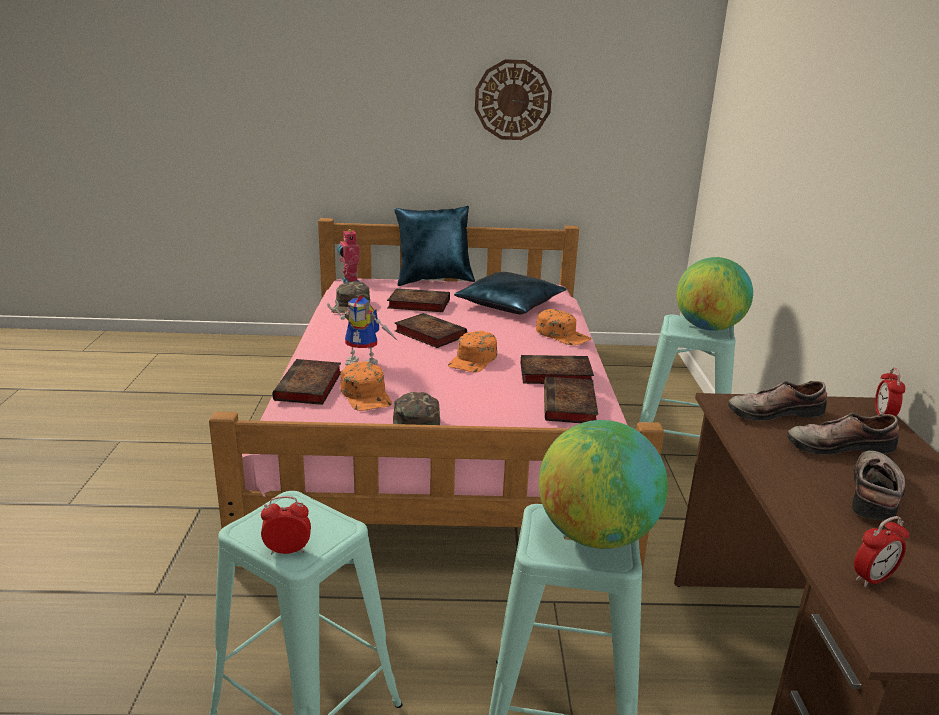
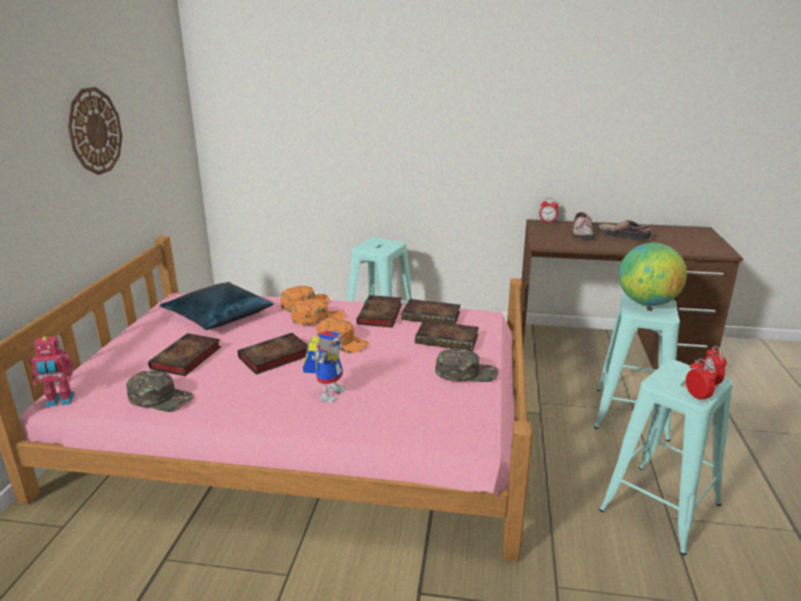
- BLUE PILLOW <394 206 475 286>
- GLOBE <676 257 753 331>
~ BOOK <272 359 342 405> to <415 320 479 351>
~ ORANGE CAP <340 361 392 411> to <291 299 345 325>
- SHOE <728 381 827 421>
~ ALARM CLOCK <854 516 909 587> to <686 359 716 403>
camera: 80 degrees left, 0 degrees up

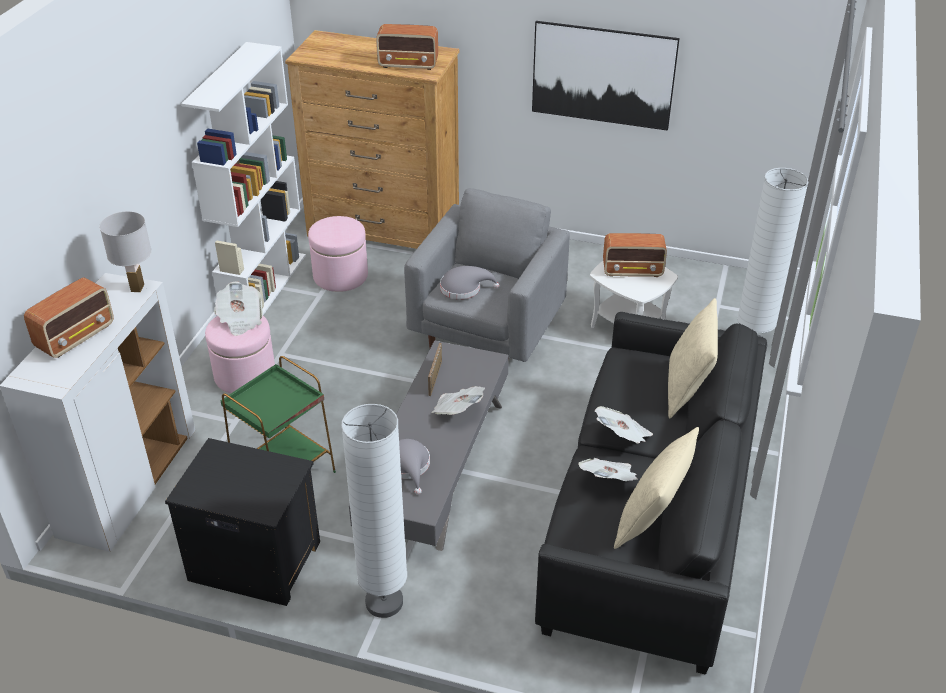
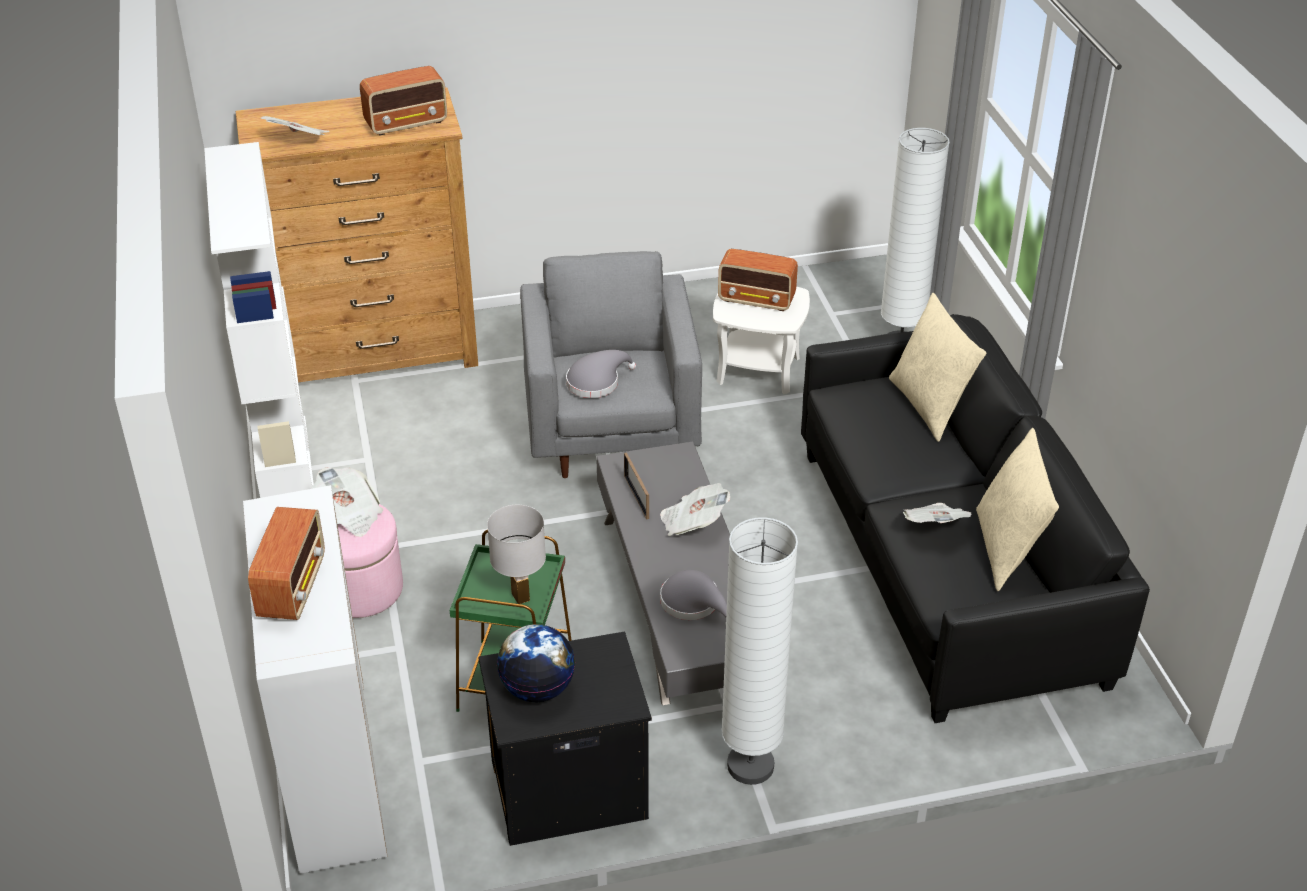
- PICTURE <532 21 680 131>
~ WHITE TABLE LAMP <99 211 152 292> to <487 505 546 604>
- PINK OTTOMAN <308 216 368 292>
~ RADIO <603 233 667 277> = <718 249 798 311> 45 degrees clockwise
~ NEWSPAPER <595 406 653 443> to <261 116 330 135>
+ GLOBE <497 624 575 702>
camera: 30 degrees left, 0 degrees up

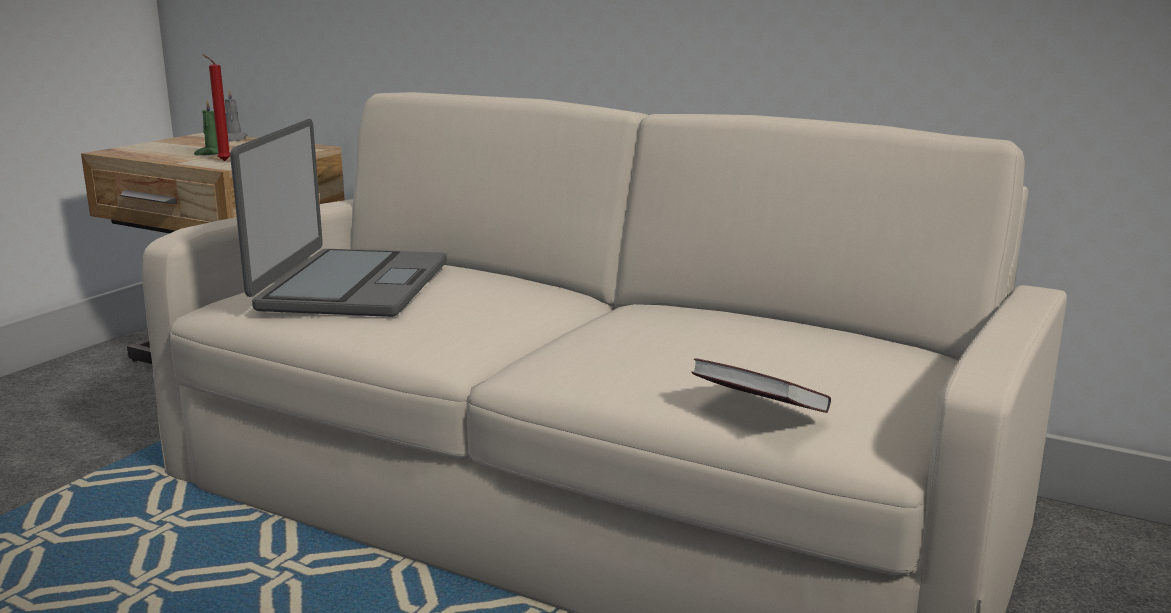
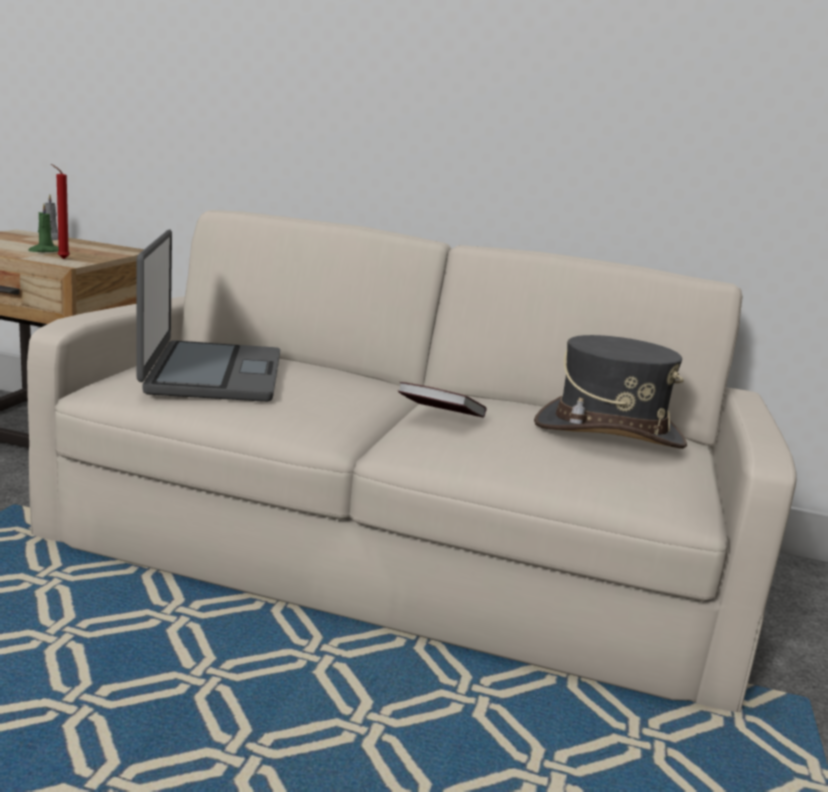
~ BOOK <692 359 831 413> to <398 382 486 418>
+ GREY HAT <534 335 687 449>
camera: 15 degrees left, 0 degrees up

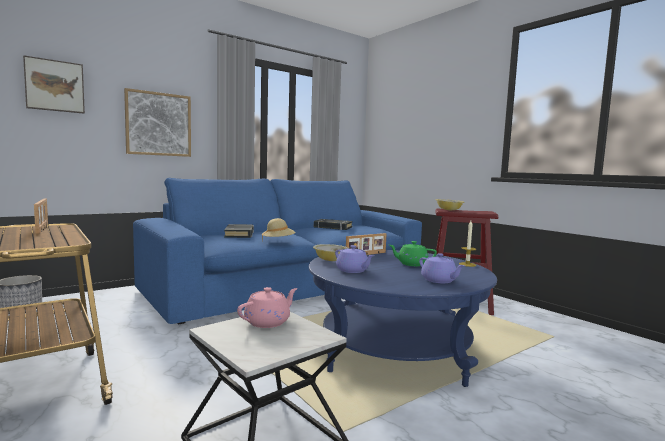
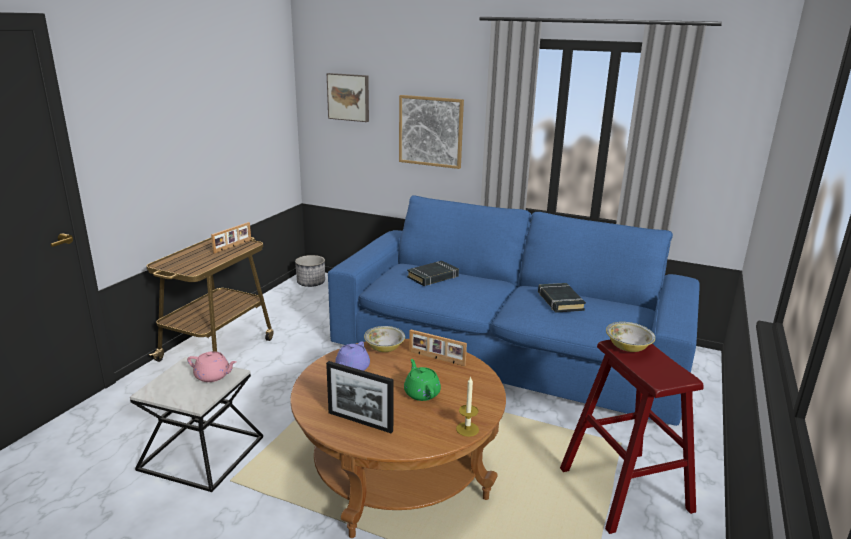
- BEIGE HAT <262 218 296 242>
~ BLUE COFFEE TABLE <309 250 497 387> to BROWN COFFEE TABLE <290 339 506 538>
~ PURPLE TEAPOT <419 253 465 283> to PICTURE FRAME <326 361 393 433>
camera: 60 degrees right, 15 degrees up

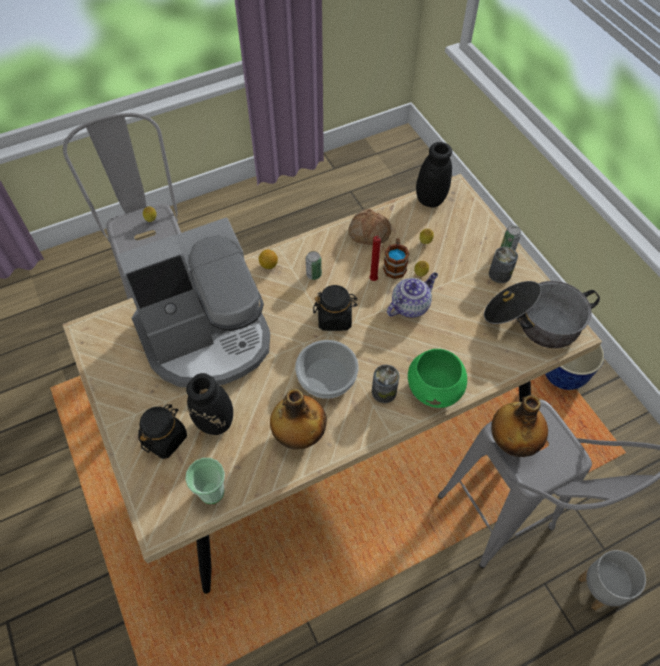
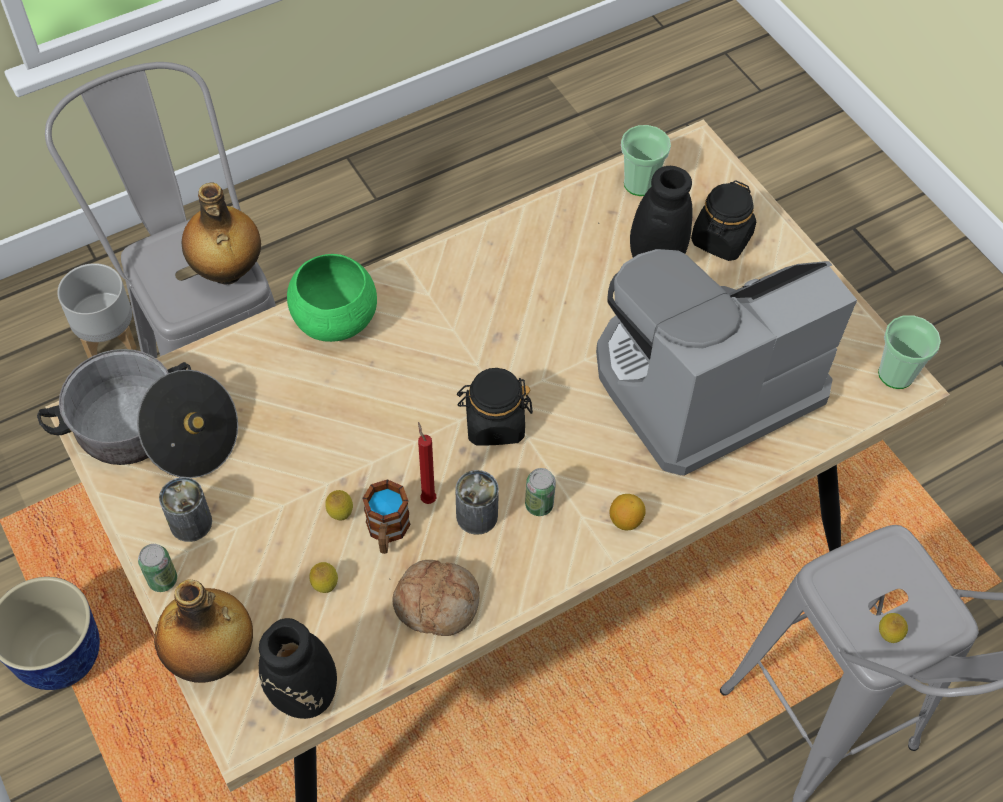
- TEAPOT <387 272 438 318>
- BOWL <295 340 358 399>
~ CAN <372 365 399 403> to <455 470 499 535>
~ BOTTLE <270 389 327 450> to <154 579 253 683>
+ CUP <878 315 941 389>
camera: 175 degrees right, 0 degrees up

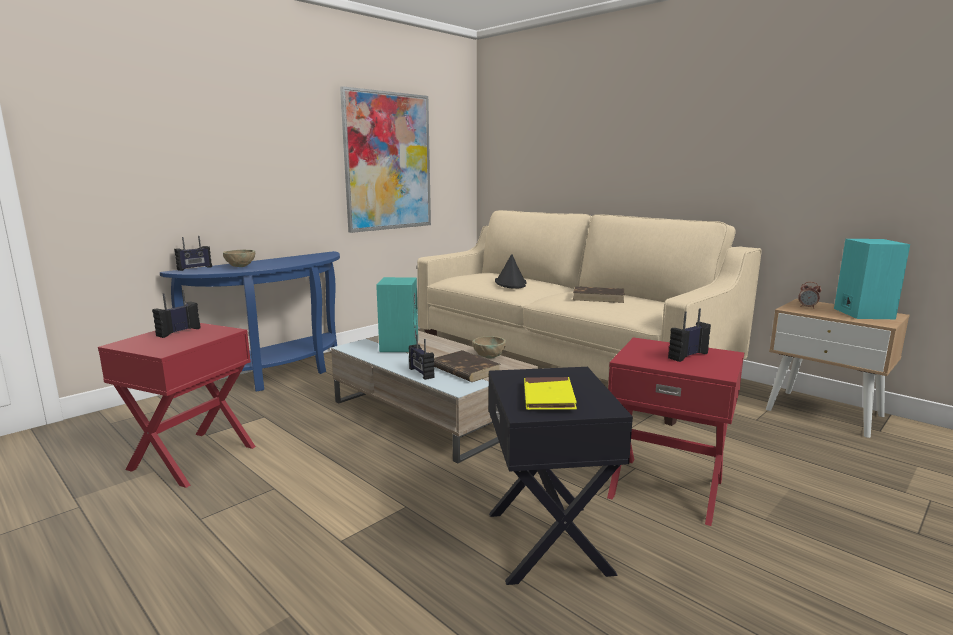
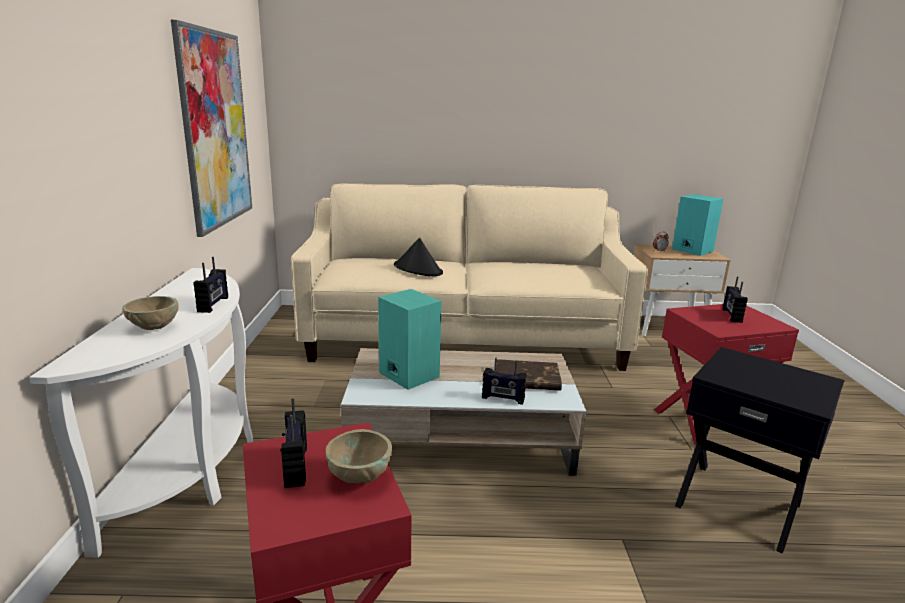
~ RADIO <174 236 212 271> to <193 257 228 313>
~ BLUE CONSOLE TABLE <160 251 340 392> to WHITE CONSOLE TABLE <29 268 253 558>
- BROWN BOOK <573 286 624 303>
~ BEIGE BOWL <473 336 506 359> to <326 429 392 483>
- YELLOW BOOK <524 377 577 410>
camera: 45 degrees left, 5 degrees up

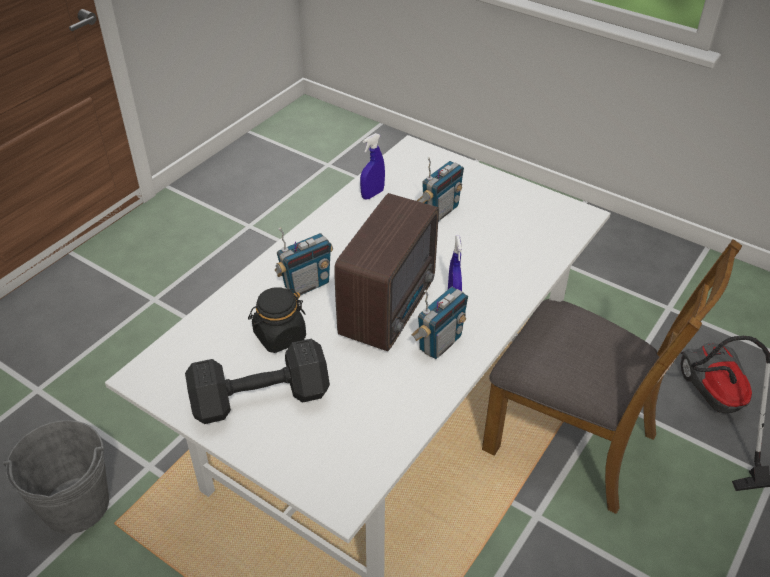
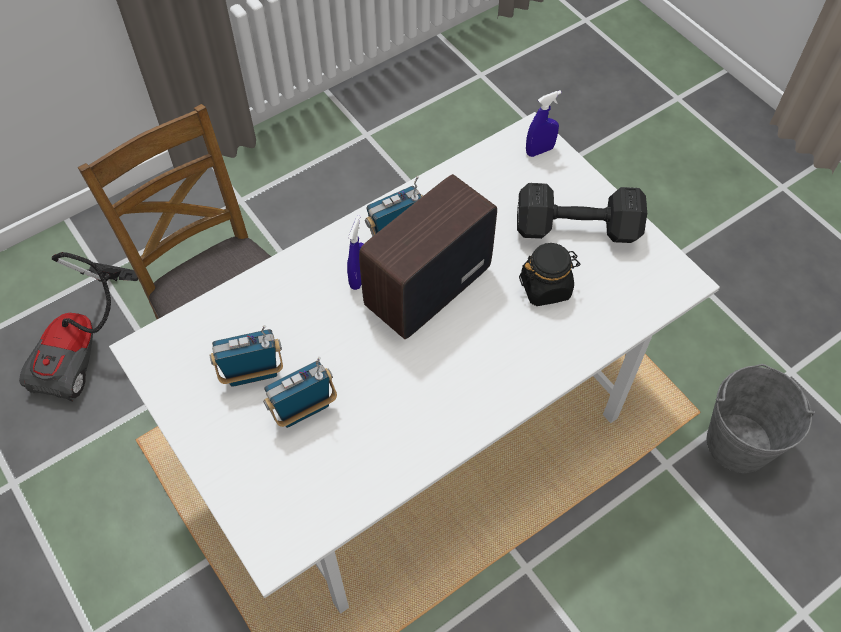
~ BLUE SPRAY BOTTLE <360 133 385 200> to <526 90 562 157>
~ RADIO <275 228 333 296> to <210 325 283 387>
camera: 160 degrees left, 15 degrees up

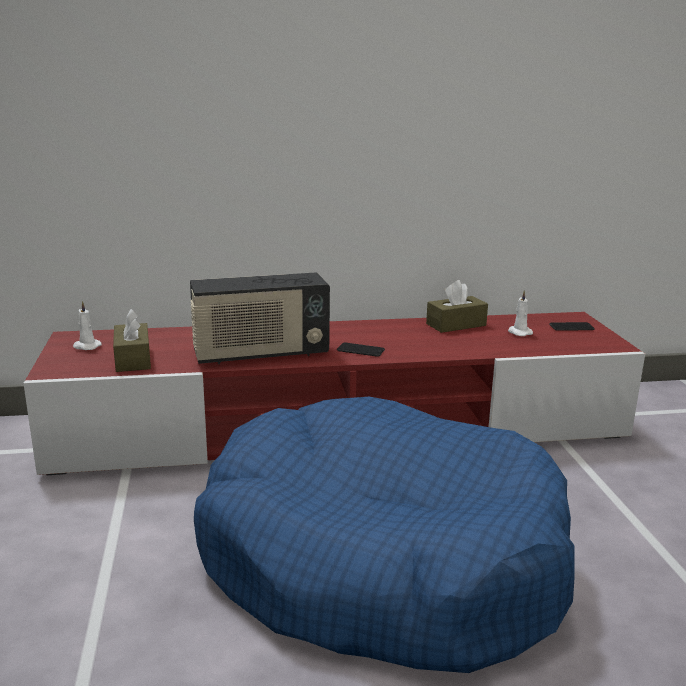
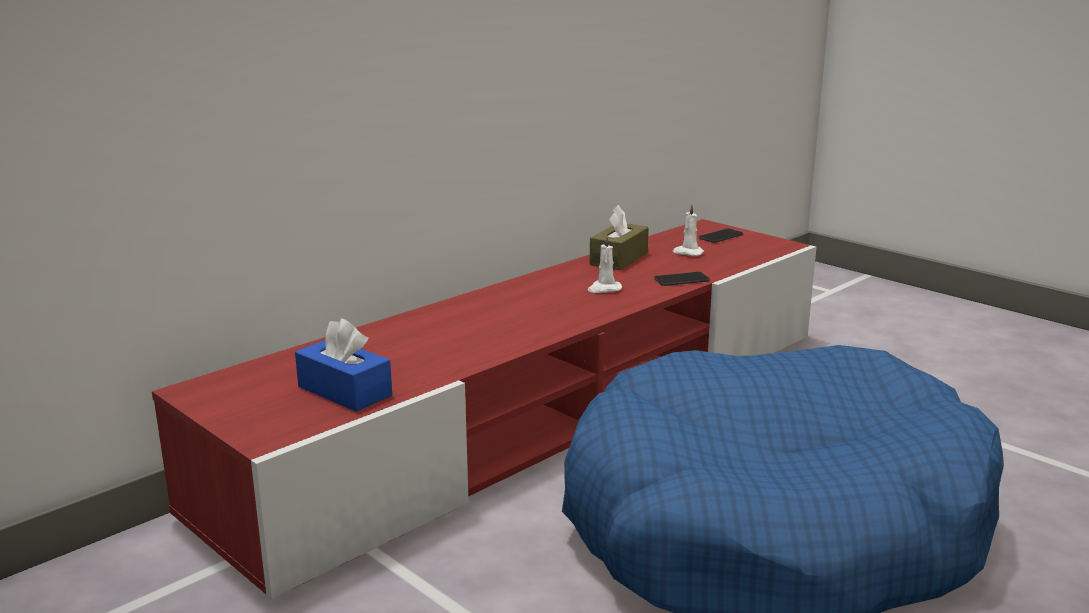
- RADIO <190 272 330 364>
~ WHITE CANDLE <73 301 102 350> to <587 235 622 293>
~ BROWN TISSUE BOX <113 309 151 372> to BLUE TISSUE BOX <295 319 392 412>
~ PHONE <337 343 385 357> to <654 272 710 286>
camera: 35 degrees left, 0 degrees up

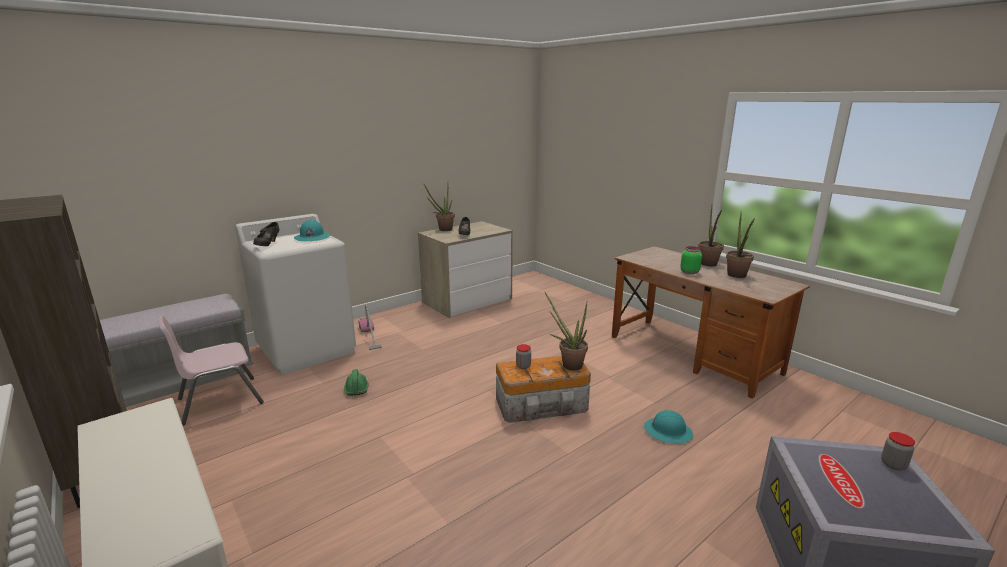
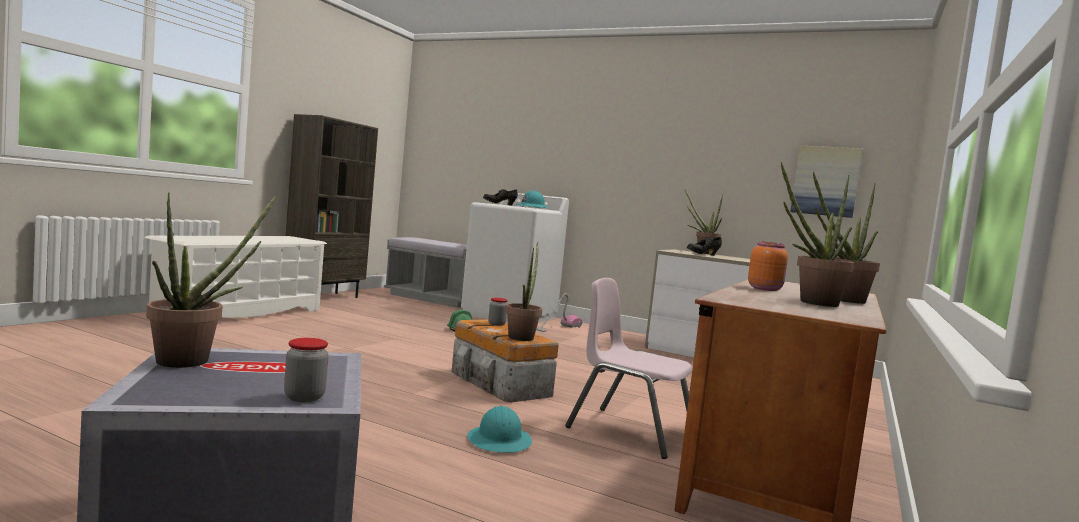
~ GREEN JAR <680 246 702 275> to ORANGE JAR <748 241 788 291>
~ PINK CHAIR <159 315 264 425> to <565 278 692 459>
+ PICTURE <790 145 863 218>
+ POTTED PLANT <146 192 275 368>
camera: 65 degrees right, 15 degrees down

